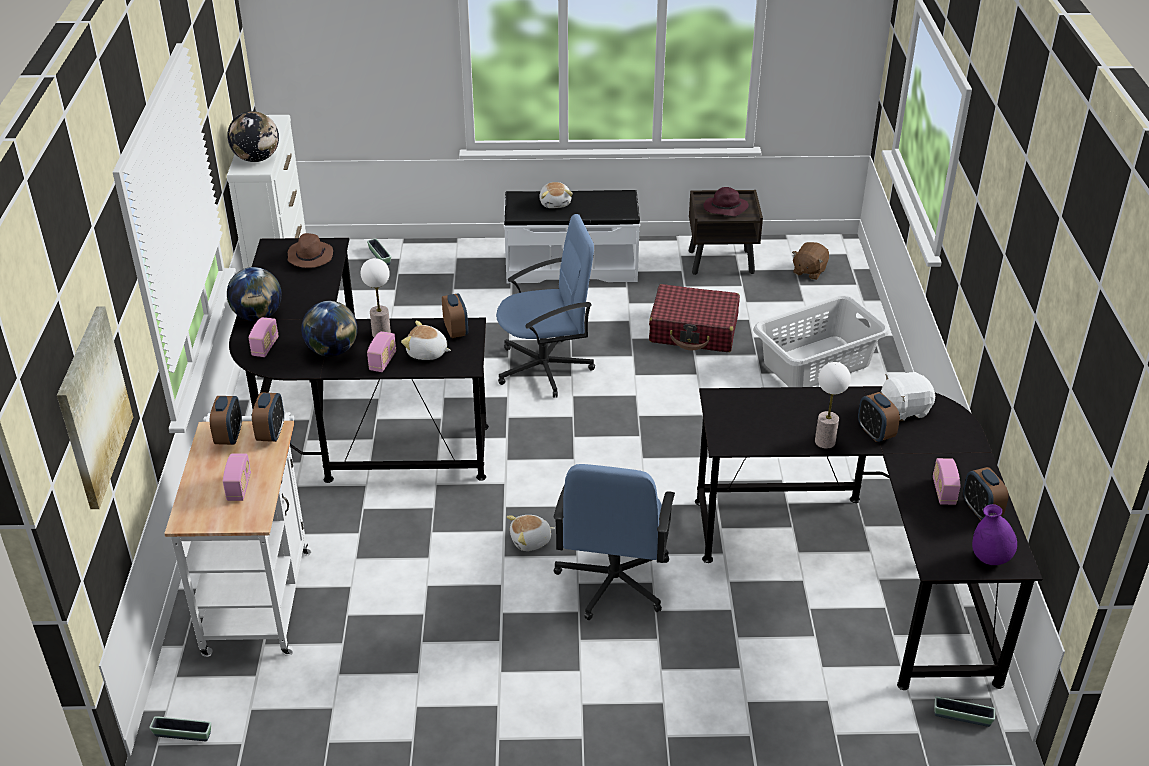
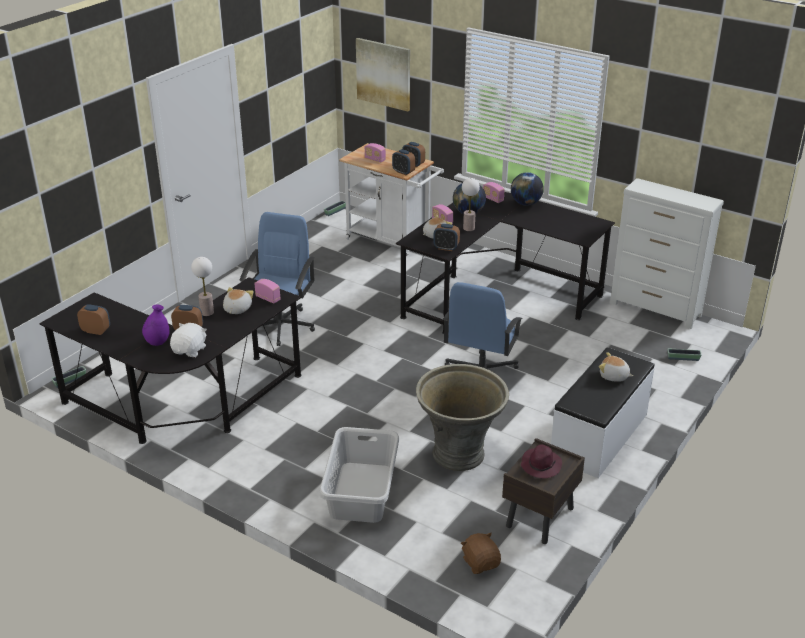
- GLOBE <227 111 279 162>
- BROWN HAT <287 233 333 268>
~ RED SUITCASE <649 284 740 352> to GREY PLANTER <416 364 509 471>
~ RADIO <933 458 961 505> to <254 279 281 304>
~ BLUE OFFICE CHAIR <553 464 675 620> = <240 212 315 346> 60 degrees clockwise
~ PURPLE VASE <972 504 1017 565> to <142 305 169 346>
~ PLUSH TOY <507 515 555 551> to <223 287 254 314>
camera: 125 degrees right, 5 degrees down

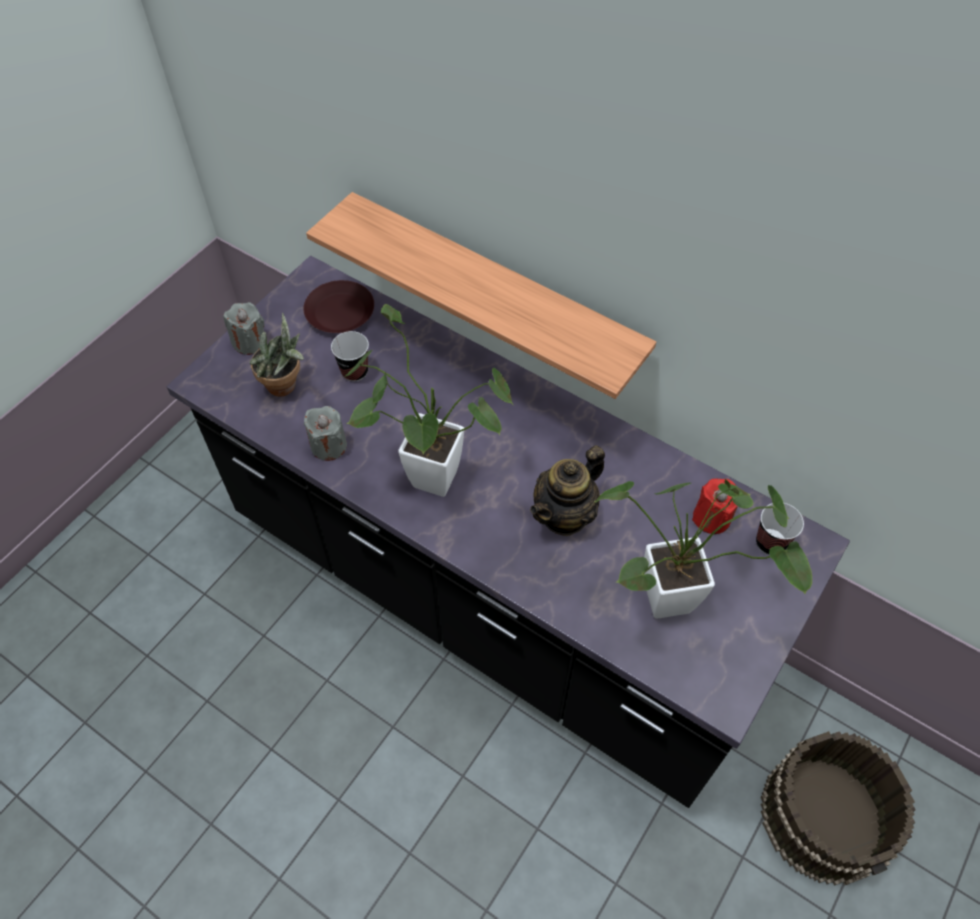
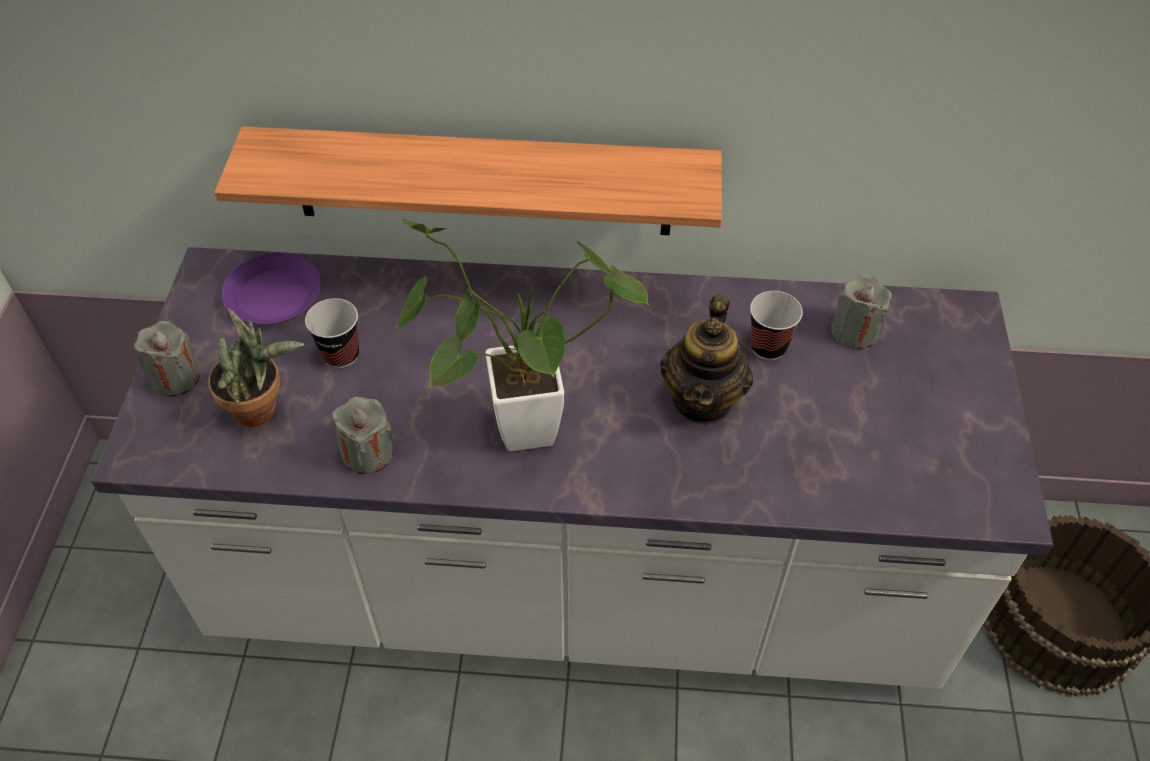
~ BLACK COUNTER <167 256 850 808> to WHITE COUNTER <91 247 1053 688>
~ BROWN PLATE <304 280 374 333> to PURPLE PLATE <222 252 321 324>
- POTTED PLANT <594 479 812 619>
~ RED CANDLE <692 479 738 534> to GREY CANDLE <831 275 892 349>
~ CUP <756 503 804 555> to <750 291 803 360>
camera: 30 degrees left, 5 degrees down

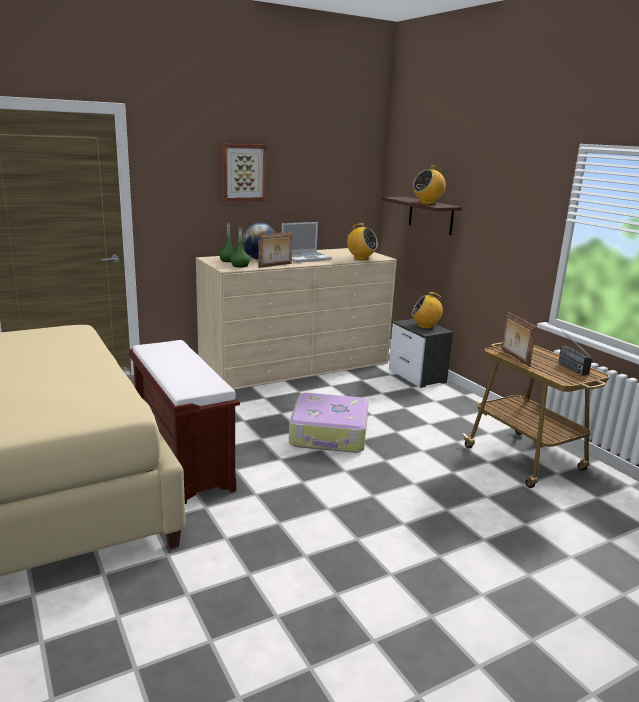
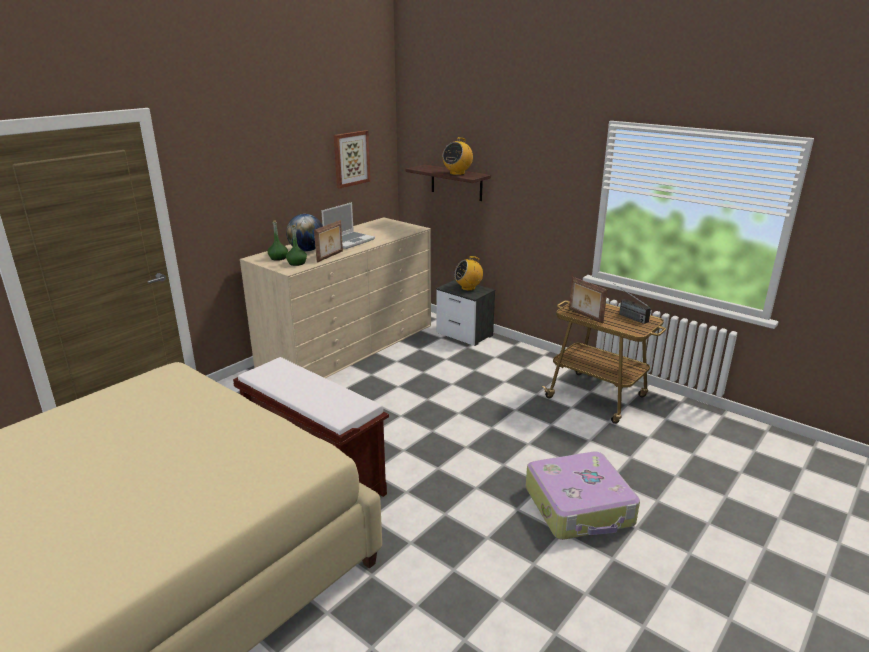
~ PICTURE <222 144 267 201> to <334 130 371 188>
- RADIO <347 223 378 260>
~ SUITCASE <289 393 369 453> to <526 451 640 540>
camera: 20 degrees left, 5 degrees up

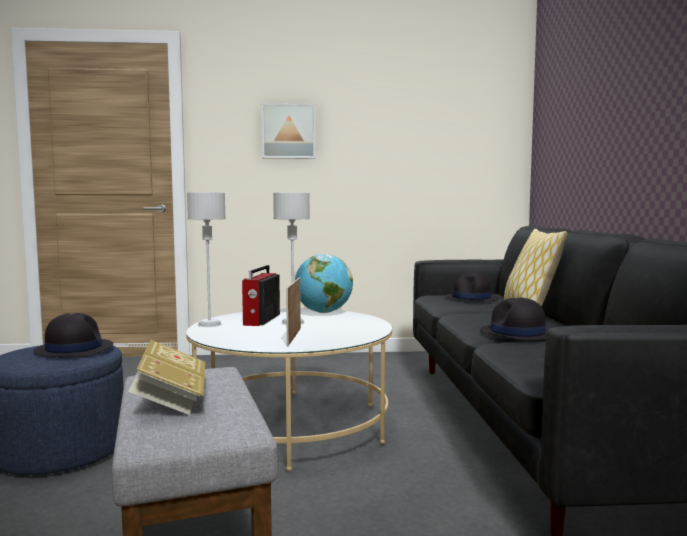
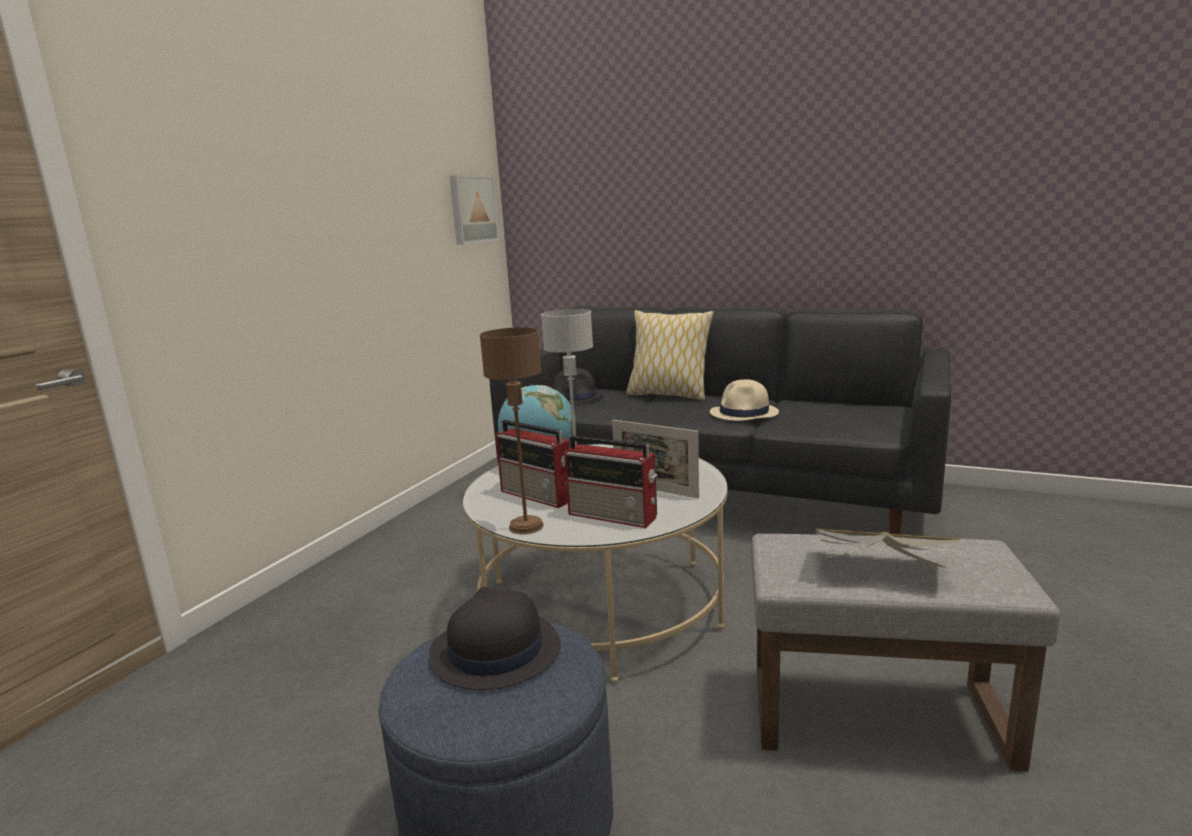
~ PICTURE <261 103 316 159> to <449 175 499 245>
~ GREY TABLE LAMP <187 192 226 327> to BROWN TABLE LAMP <480 327 544 534>
~ BLACK HAT <480 298 549 340> to BEIGE HAT <710 379 779 421>
+ RADIO <564 435 658 528>
camera: 60 degrees left, 10 degrees up

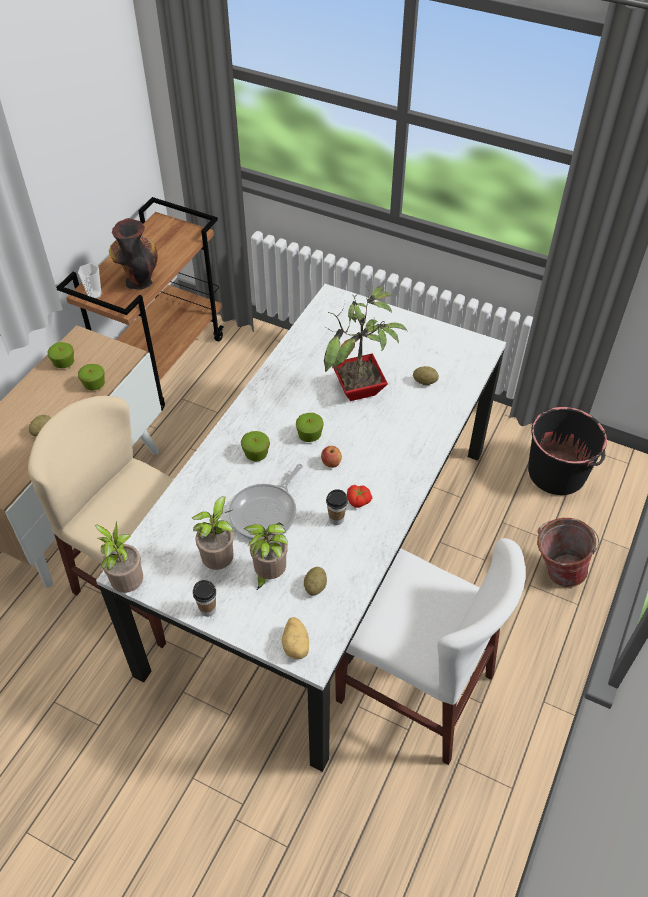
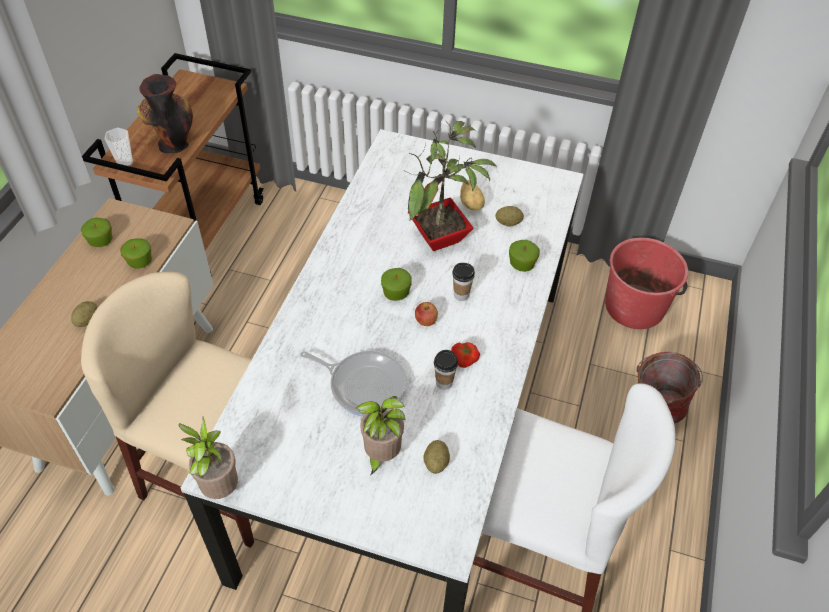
~ BLACK BUCKET <528 407 607 495> to RED BUCKET <605 238 688 329>
~ APPLE <241 431 270 461> to <509 240 540 272>
~ FRYING PAN <229 464 303 540> = <300 351 408 417> 90 degrees counterclockwise
- POTTED PLANT <192 497 234 570>
~ CUP <193 580 216 617> to <452 263 475 301>
~ POTATO <282 617 309 659> to <460 180 485 210>
camera: 10 degrees left, 0 degrees up

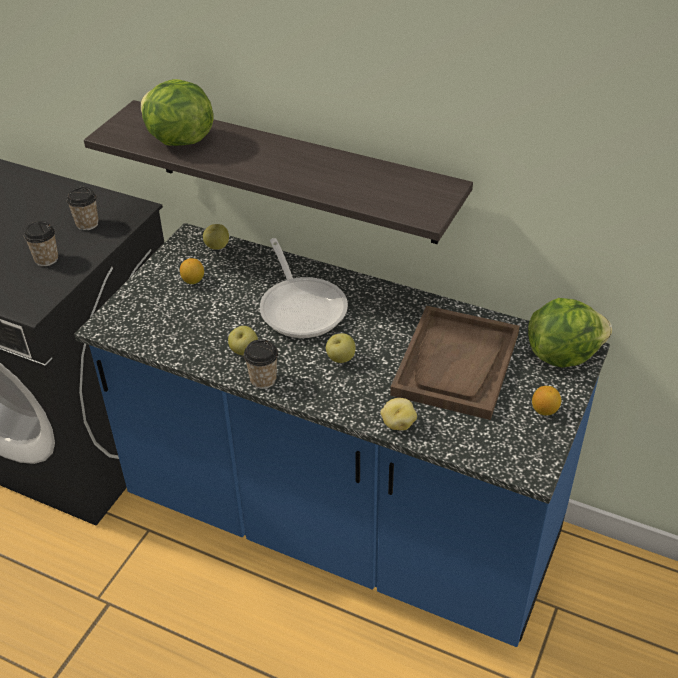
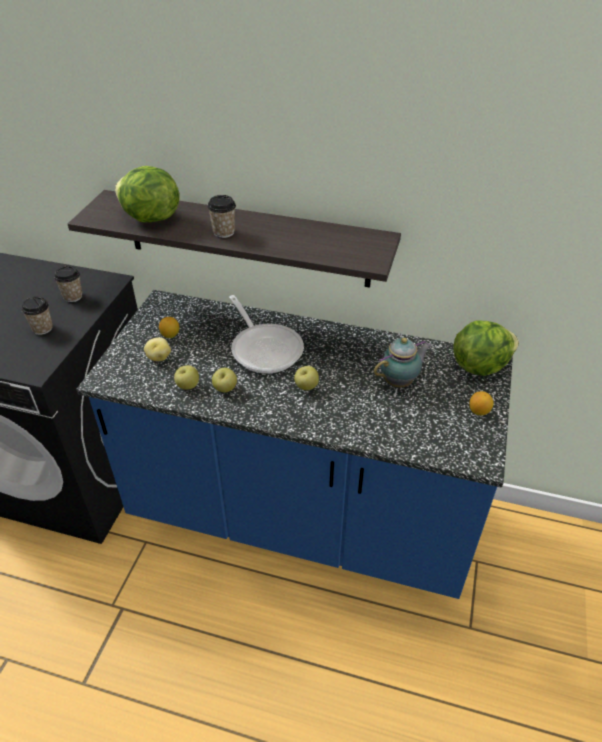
~ APPLE <203 224 229 250> to <174 365 199 390>
~ BROWN TRAY <390 306 520 420> to TEAPOT <374 338 431 387>
~ CUP <244 339 278 389> to <207 195 236 238>
~ POTATO <380 398 417 431> to <144 338 171 361>
camera: 10 degrees left, 0 degrees up

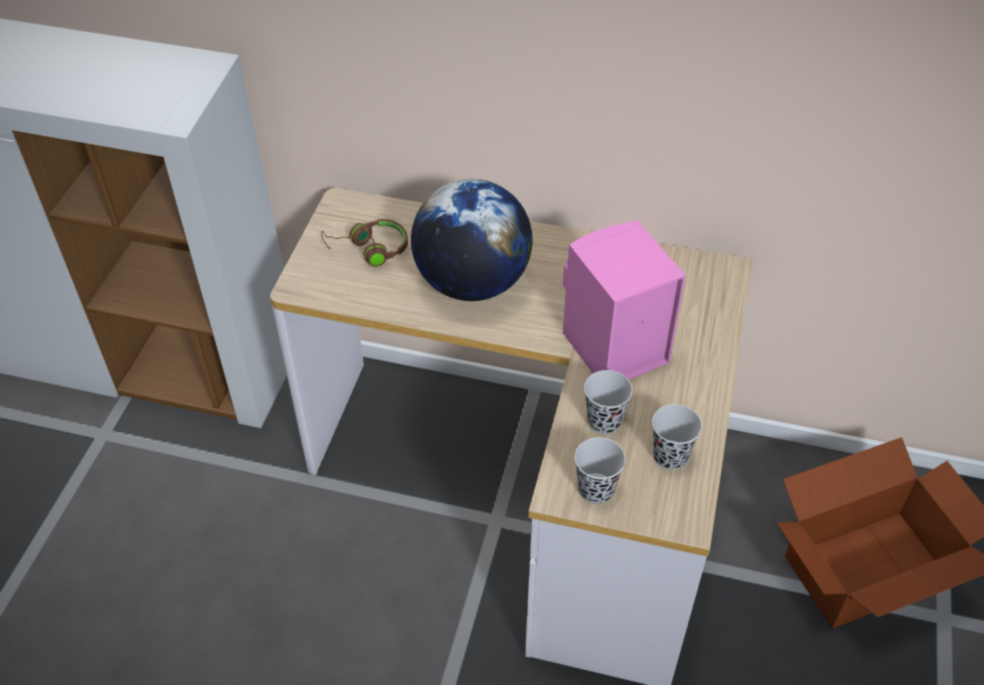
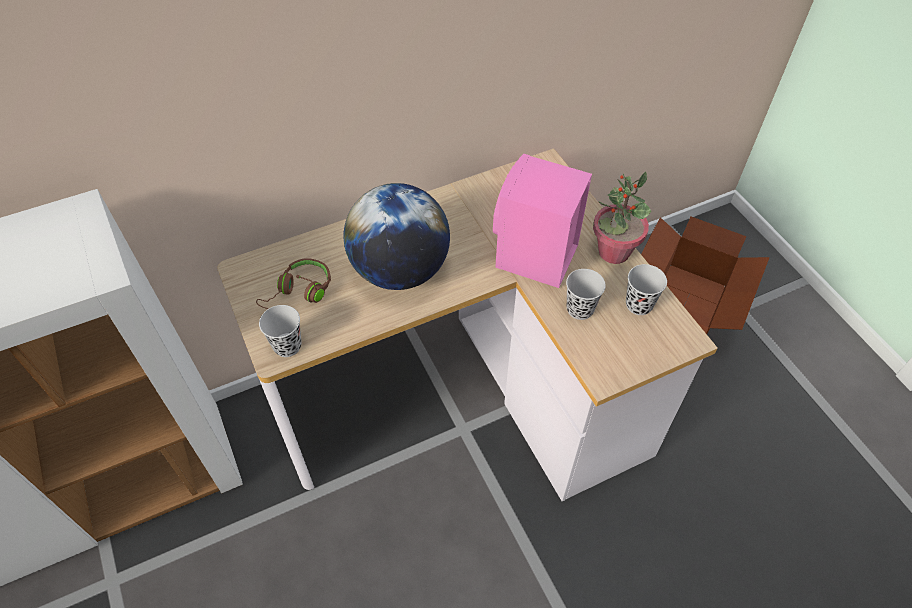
~ BLACK CUP <575 437 626 504> to <259 305 302 357>
+ POTTED PLANT <593 172 651 264>
camera: 40 degrees left, 5 degrees up

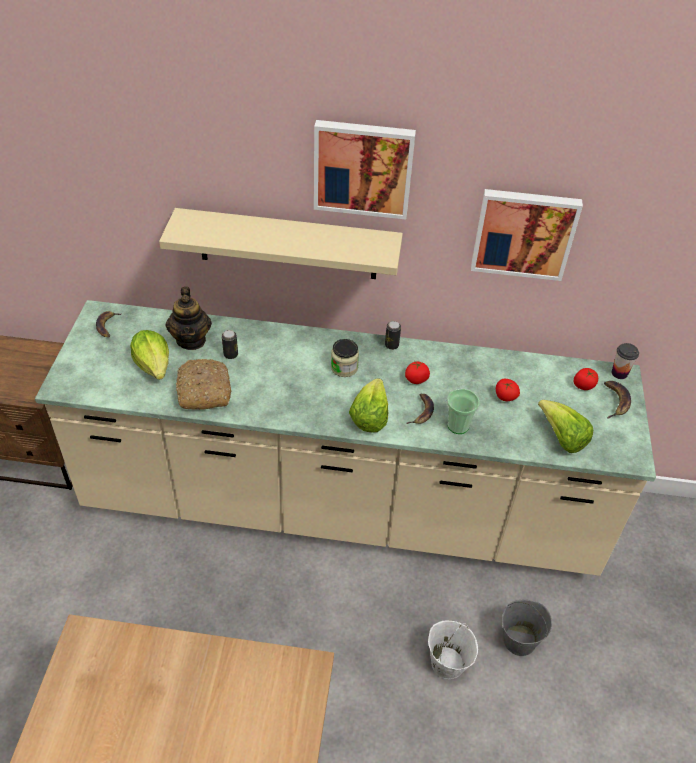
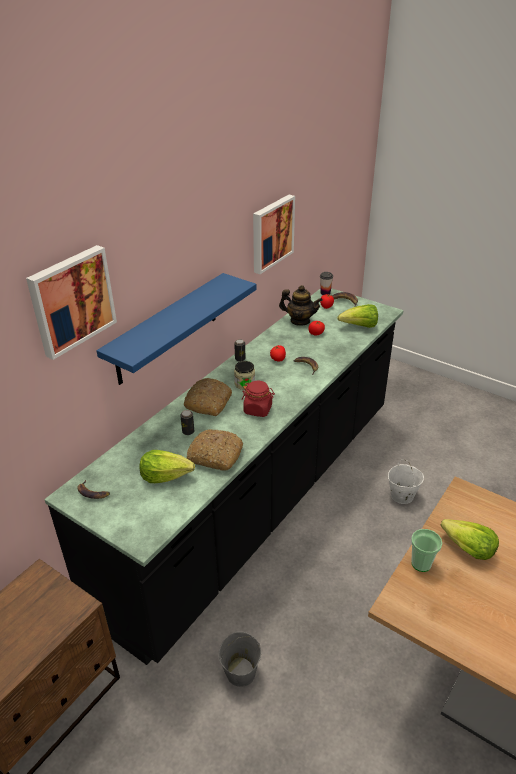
~ PICTURE <314 120 416 220> to <26 245 117 360>
~ BEIGE SHELF <159 208 403 279> to BLUE SHELF <96 273 256 385>
~ TEAPOT <166 287 212 350> to <279 285 323 326>
~ BEIGE COUNTER <35 300 656 576> to BLACK COUNTER <44 288 403 665>
~ LETTUCE <349 378 388 433> to <440 519 499 560>
~ CUP <447 389 480 434> to <411 529 443 572>
~ GREY BUCKET <502 599 552 656> to <218 632 261 687>
+ BREAD <184 378 232 416>
+ RED JAR <242 381 275 417>
camera: 60 degrees left, 10 degrees down

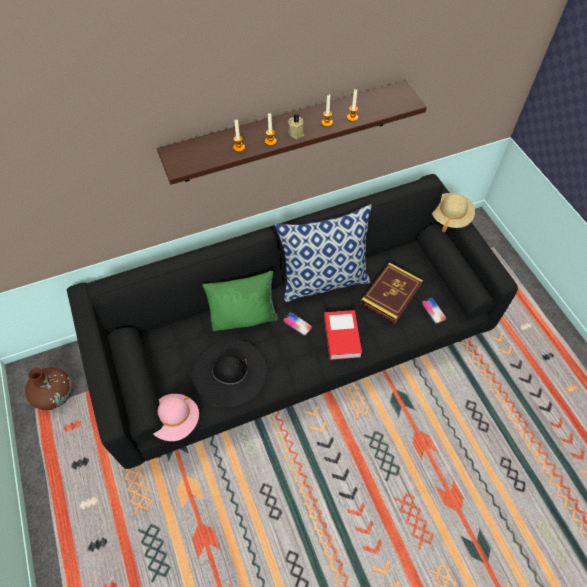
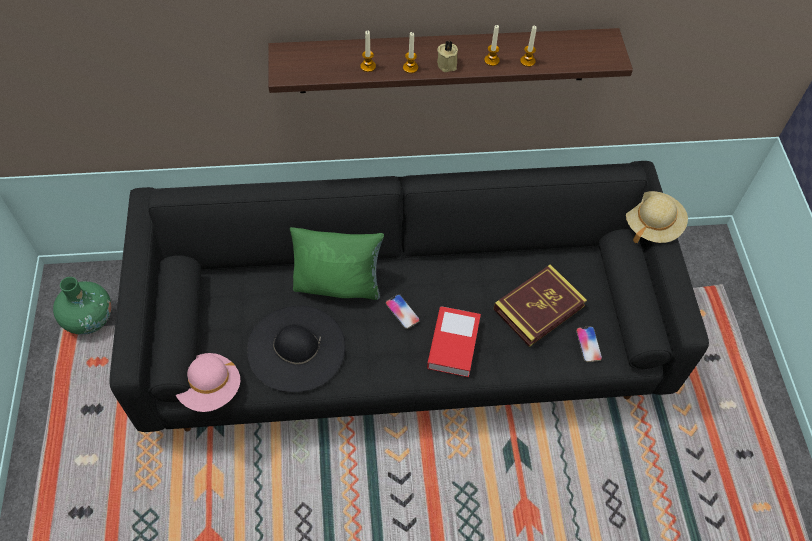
- PILLOW <275 204 371 302>
~ BROWN VASE <25 367 72 410> to GREEN VASE <53 277 112 335>
camera: 15 degrees right, 0 degrees up

